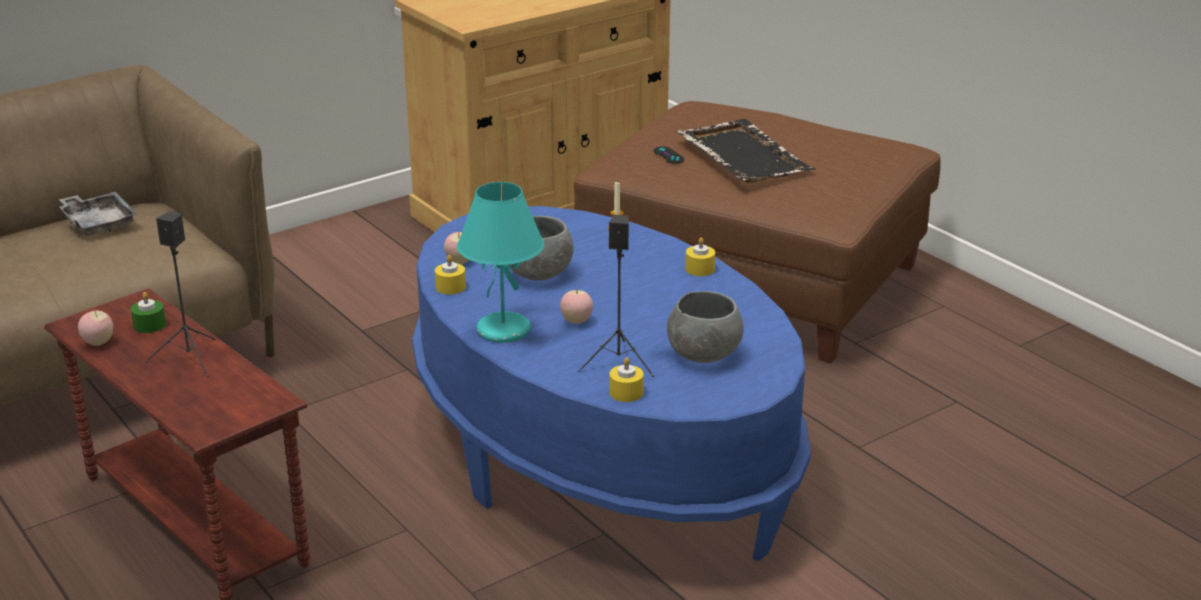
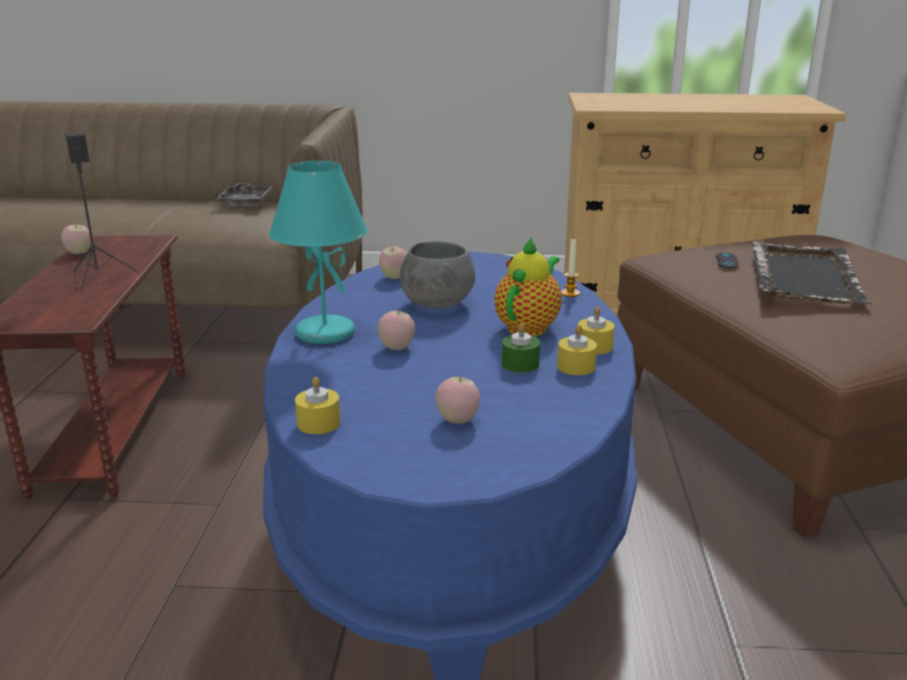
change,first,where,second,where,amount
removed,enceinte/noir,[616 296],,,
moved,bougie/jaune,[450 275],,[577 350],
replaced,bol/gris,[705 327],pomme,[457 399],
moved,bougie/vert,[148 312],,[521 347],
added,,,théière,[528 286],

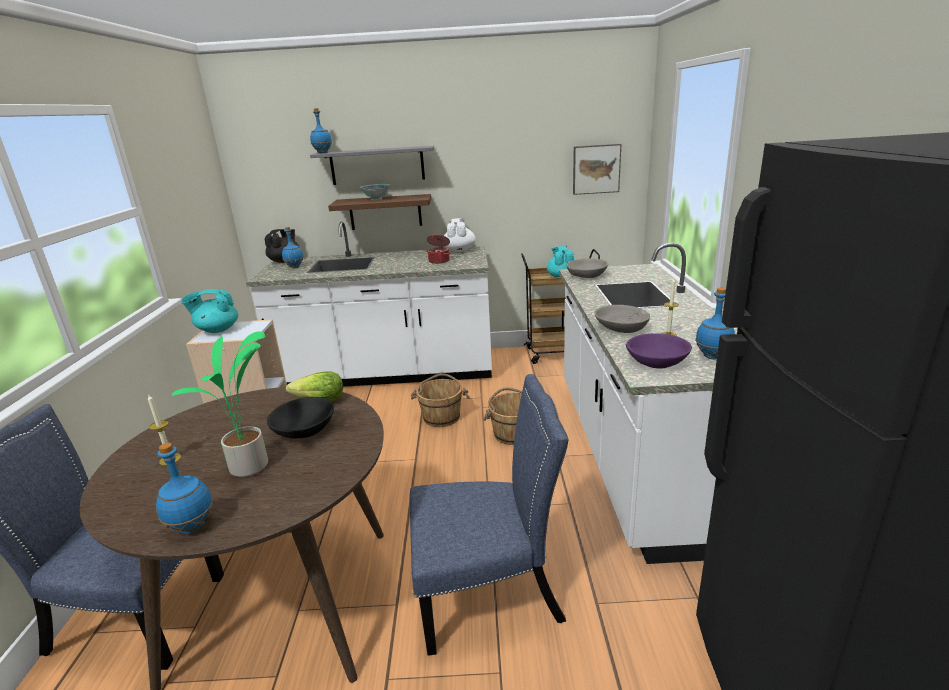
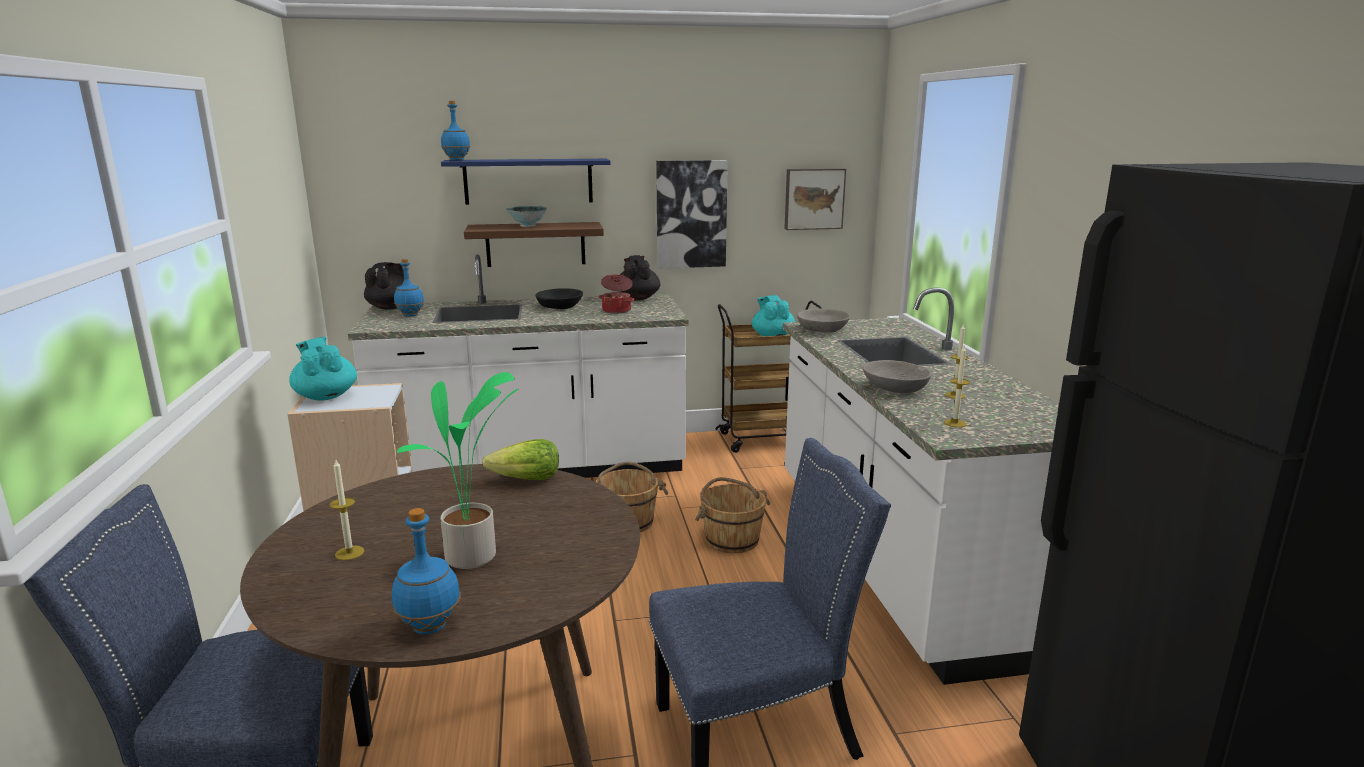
change,first,where,second,where,amount
recoloured,étagère/gris,[372 165],étagère/bleu,[525 182],
recoloured,théière/blanc,[460 235],théière/noir,[640 277],
removed,bouteille/bleu,[715 323],,,
turned,théière/turquoise,[209 311],,[323 369],75 degrees clockwise
replaced,bol/violet,[659 350],bougie,[957 386],
moved,bol/noir,[300 418],,[559 298],
added,,,tableau,[692 214],

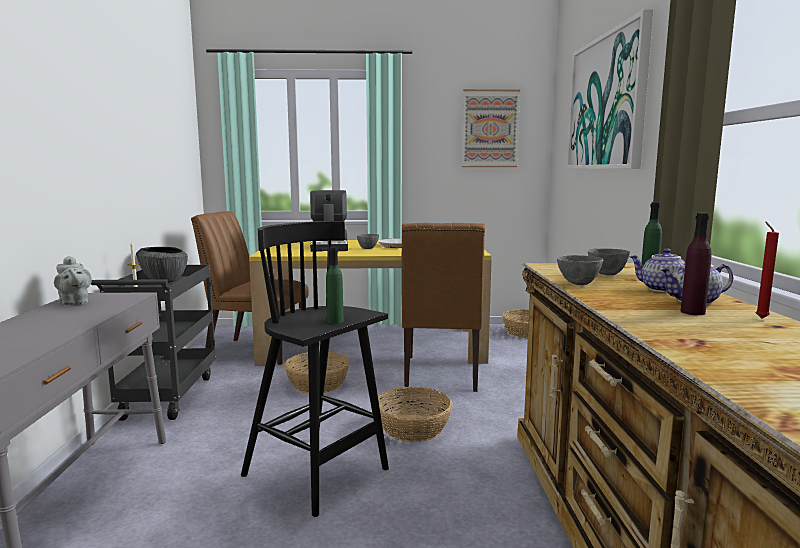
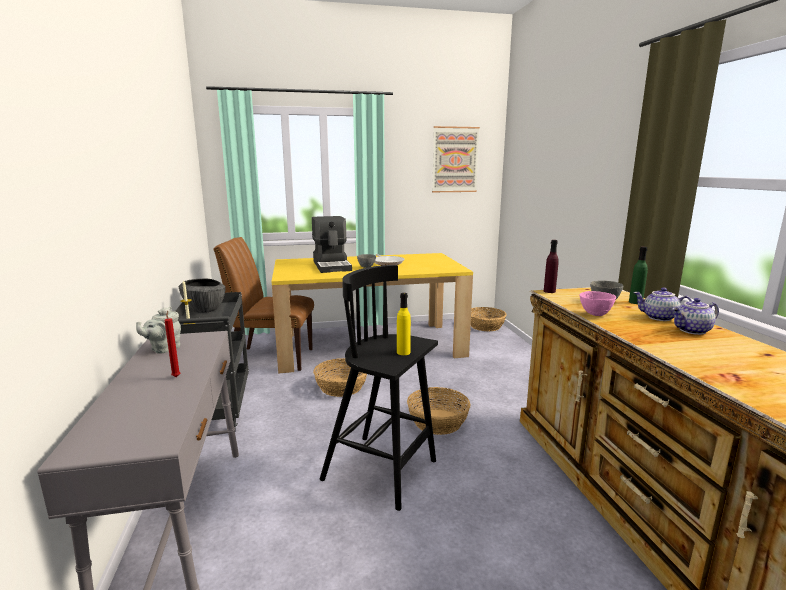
change,first,where,second,where,amount
removed,tableau,[610 89],,,
moved,bouteille/violet,[696 264],,[551 266],
moved,bougie/rouge,[767 270],,[172 344],
removed,chaise/marron,[443 307],,,
recoloured,bouteille/vert,[335 285],bouteille/jaune,[404 324],
recoloured,bol/gris,[580 270],bol/rose,[597 303],
turned,théière/gris,[73 280],,[158 330],75 degrees clockwise

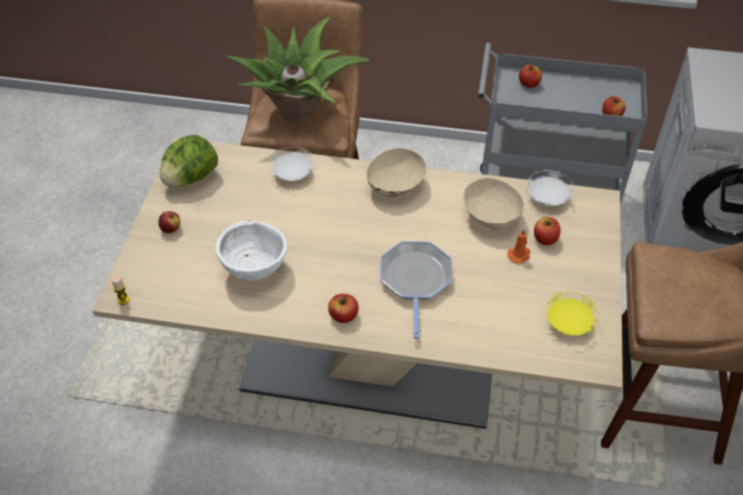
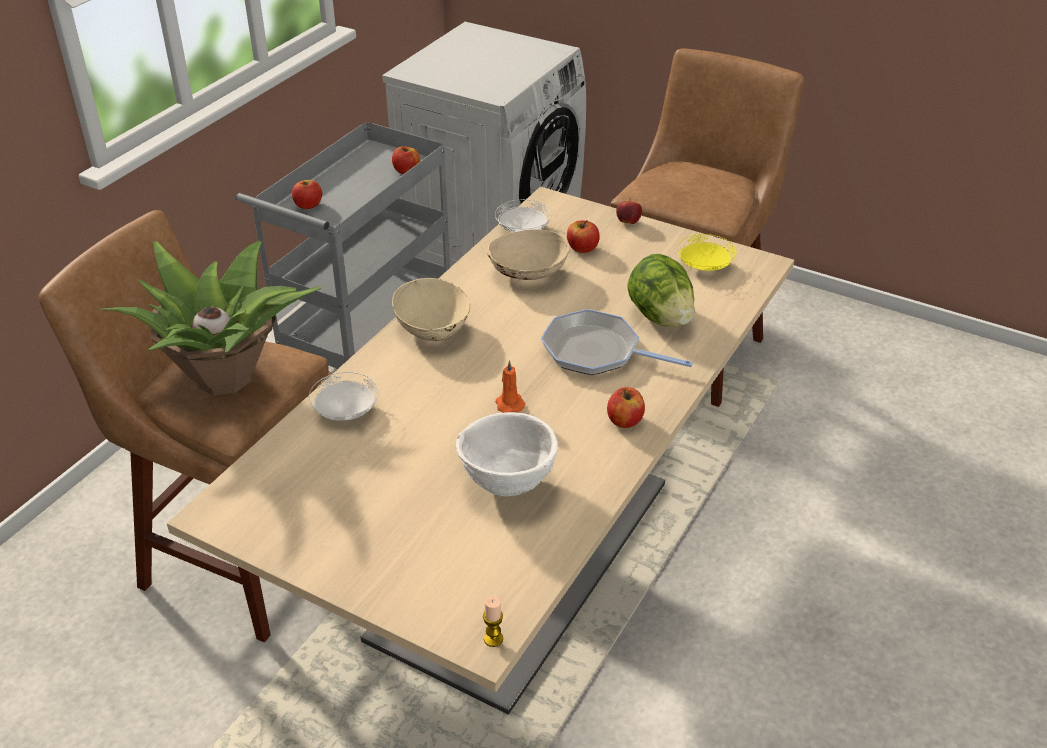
change,first,where,second,where,amount
moved,laitue,[189 161],,[661 290],
moved,pomme,[170 222],,[629 211],
moved,bougie/orange,[518 246],,[510 386],

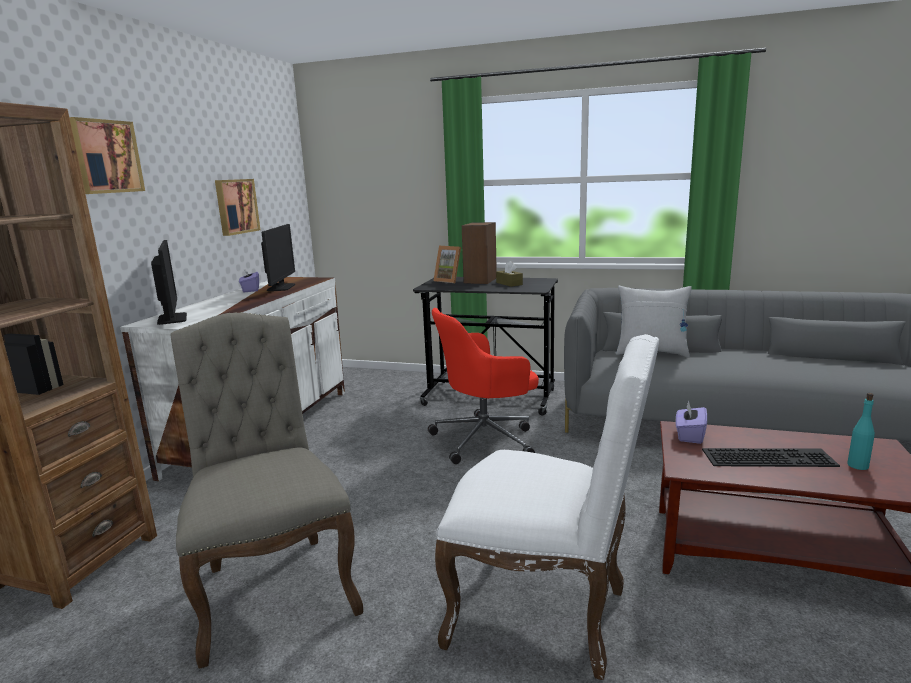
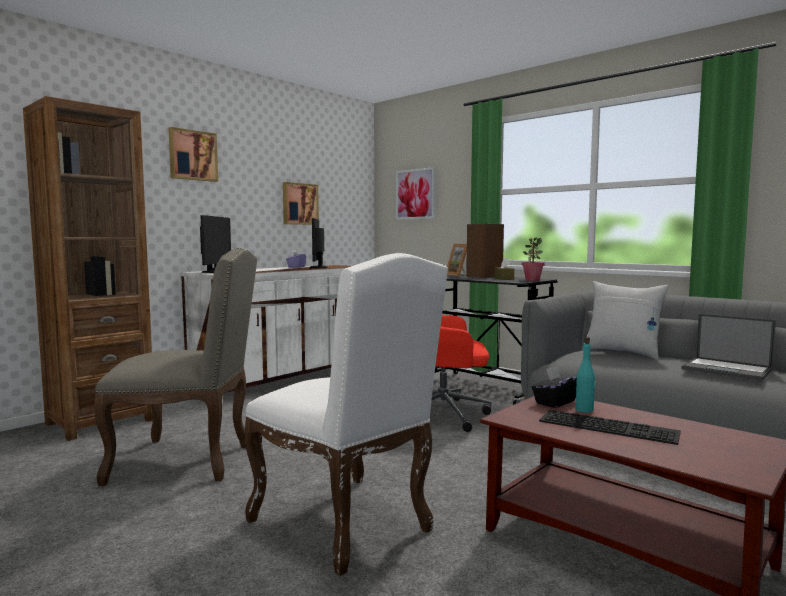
change,first,where,second,where,amount
turned,écran d'ordinateur,[278 257],,[318 243],150 degrees clockwise
turned,chaise/gris,[267 490],,[175 367],90 degrees clockwise
moved,bouteille/turquoise,[861 431],,[586 375],
recoloured,boîte à mouchoirs/violet,[691 422],boîte à mouchoirs/noir,[554 387],
added,,,tableau,[415 193],
added,,,plante en pot,[533 259],
added,,,ordinateur portable,[729 347],

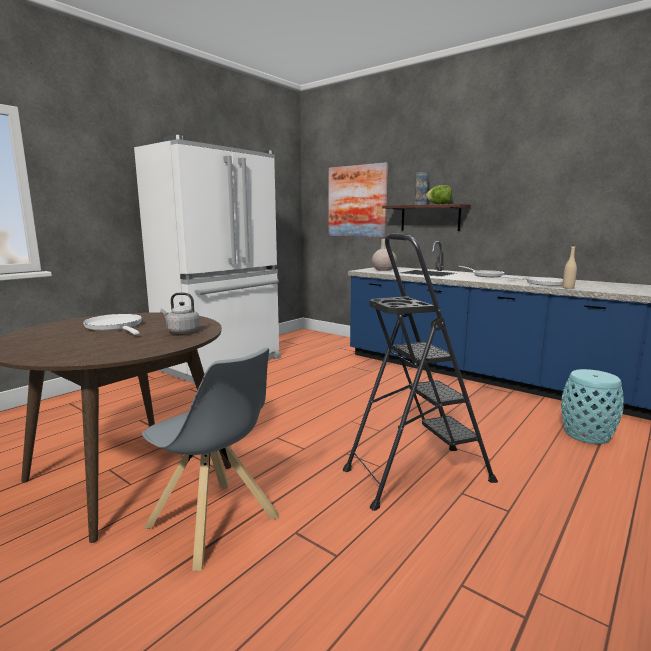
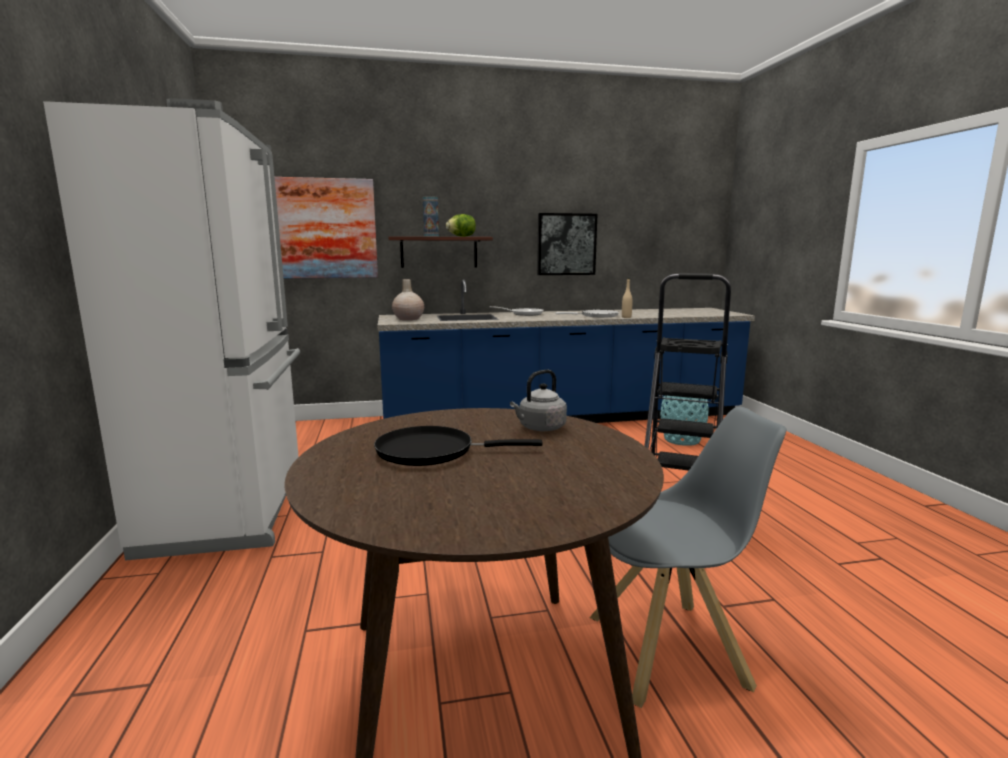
change,first,where,second,where,amount
recoloured,poêle/blanc,[112 324],poêle/noir,[458 446],
added,,,tableau,[567 244],

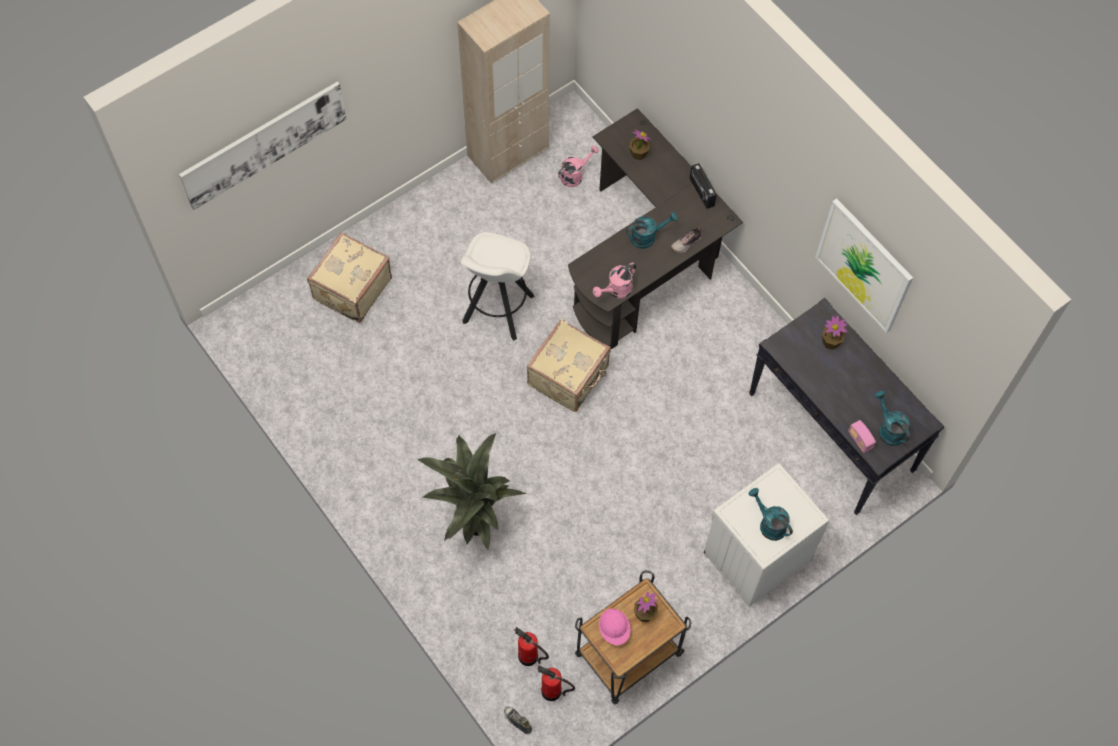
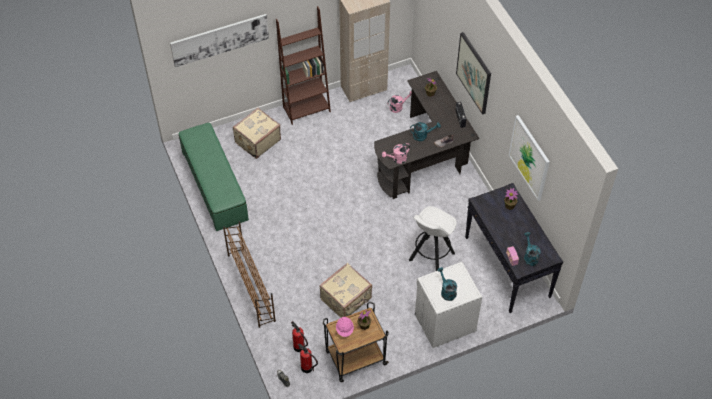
change,first,where,second,where,amount
moved,tabouret/blanc,[497 286],,[433 238],
moved,valise/beige,[568 365],,[345 290],
removed,plante en pot,[472 491],,,
added,,,bibliothèque/marron,[303 65],
added,,,tableau,[473 73],
added,,,banc/vert,[213 177],
added,,,étagère à chaussures/marron,[249 274],

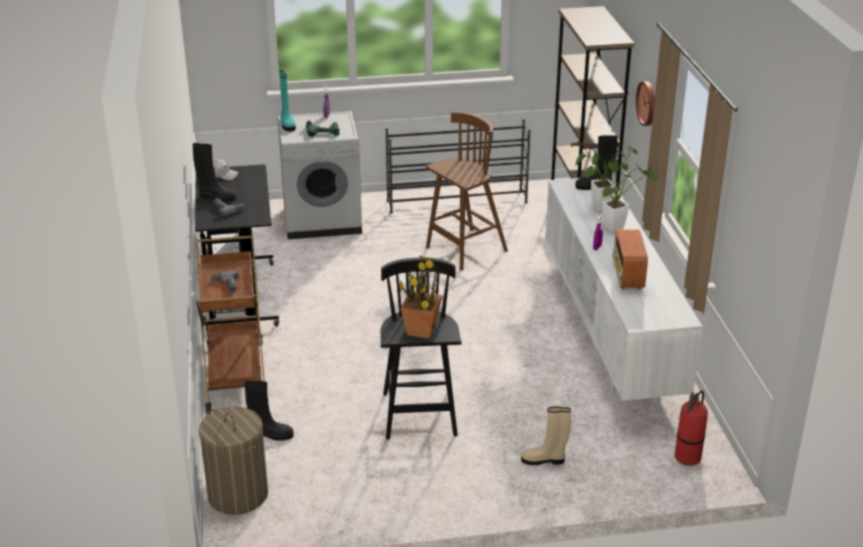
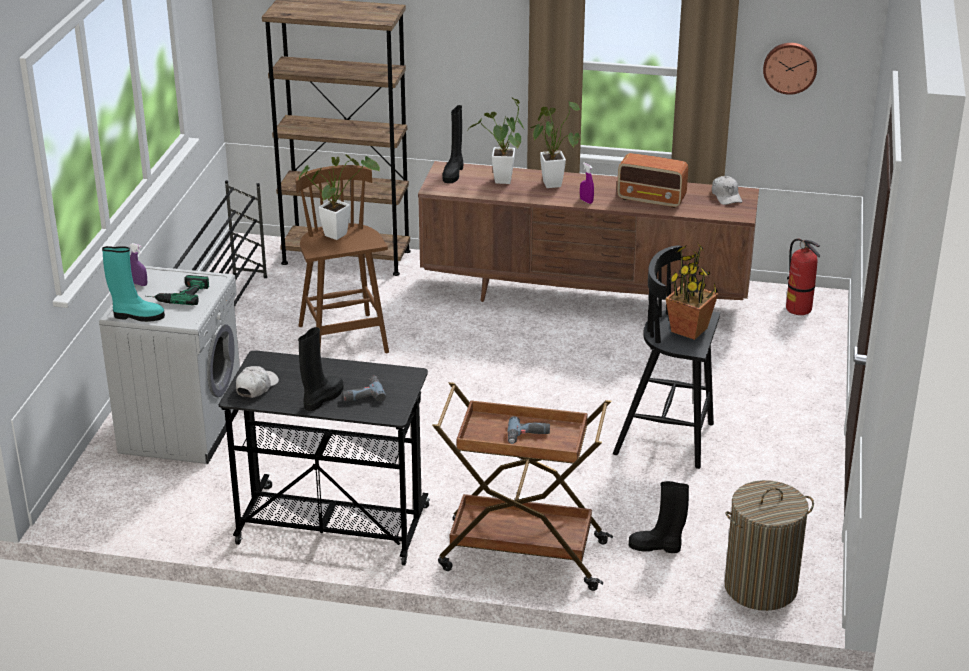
change,first,where,second,where,amount
moved,horloge murale,[645 103],,[790 69],
recoloured,meuble de rangement/blanc,[624 289],meuble de rangement/marron,[588 231],
turned,botte/noir,[269 410],,[659 517],105 degrees counterclockwise
removed,botte/beige,[546 435],,,
added,,,plante en pot,[339 197],
added,,,casquette/blanc,[727 190],

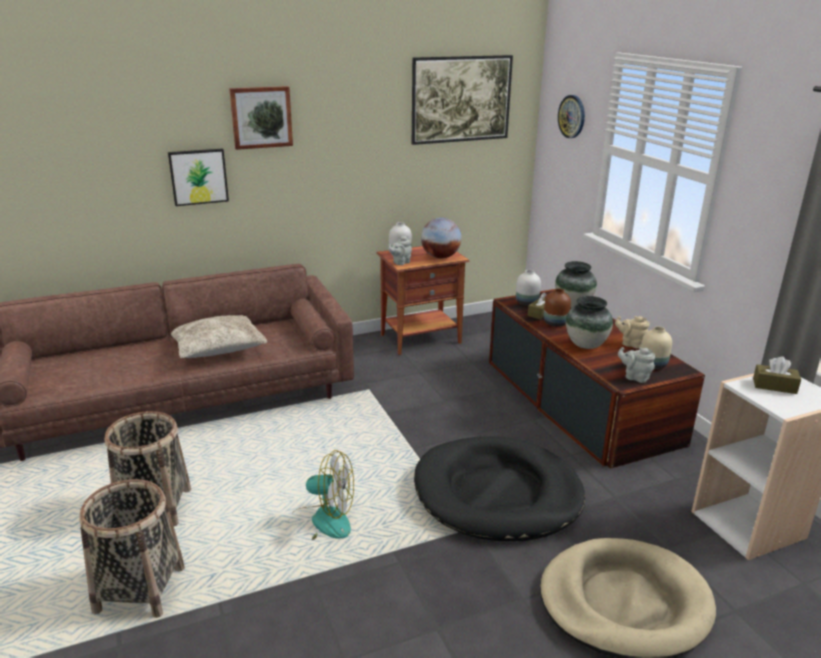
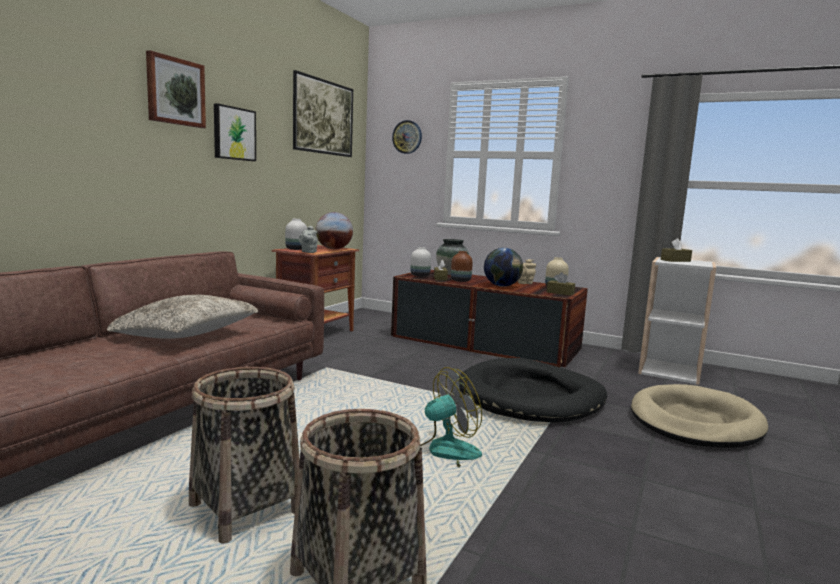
change,first,where,second,where,amount
moved,tableau,[198 177],,[235 132],
replaced,vase,[589 322],globe,[503 267],
replaced,théière/gris,[636 365],boîte à mouchoirs/marron,[561 284],

